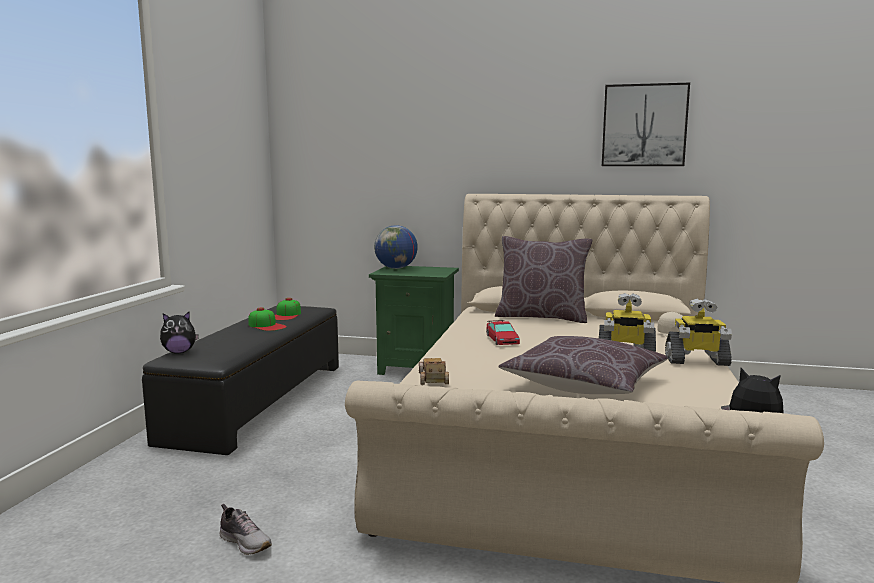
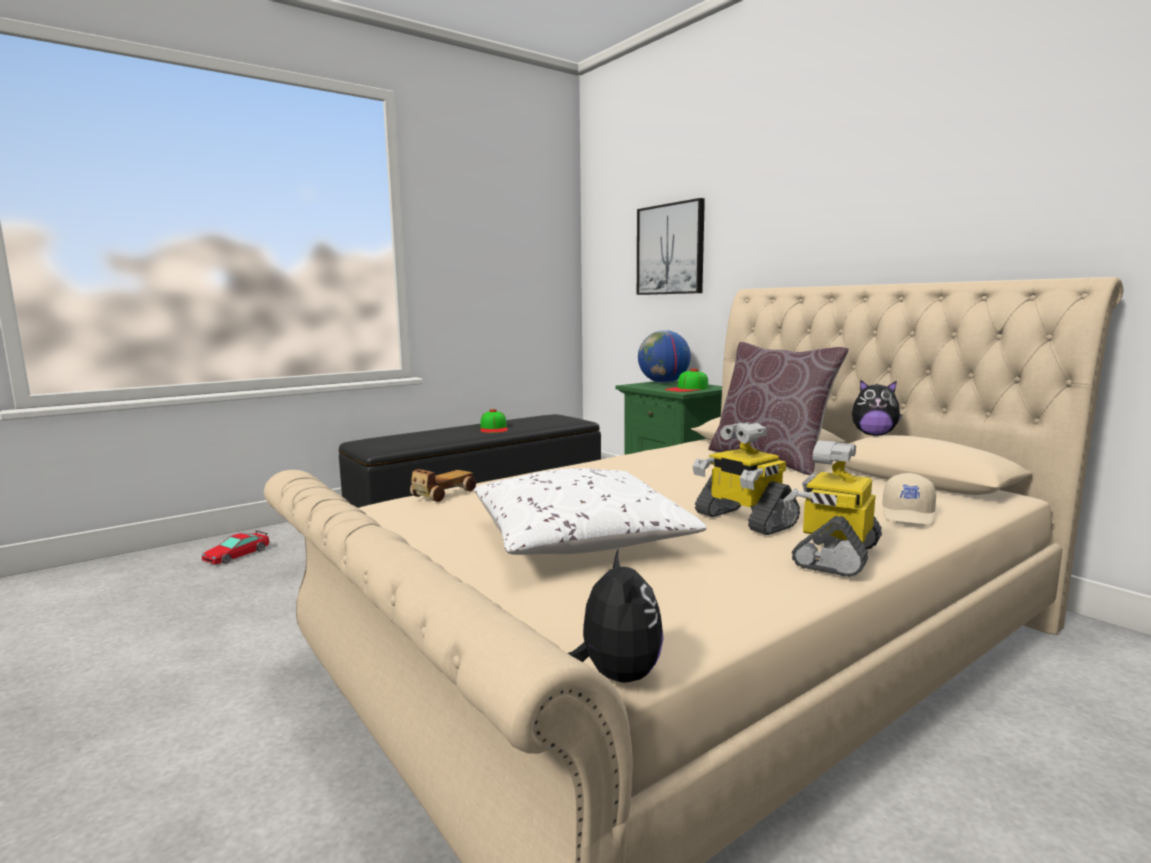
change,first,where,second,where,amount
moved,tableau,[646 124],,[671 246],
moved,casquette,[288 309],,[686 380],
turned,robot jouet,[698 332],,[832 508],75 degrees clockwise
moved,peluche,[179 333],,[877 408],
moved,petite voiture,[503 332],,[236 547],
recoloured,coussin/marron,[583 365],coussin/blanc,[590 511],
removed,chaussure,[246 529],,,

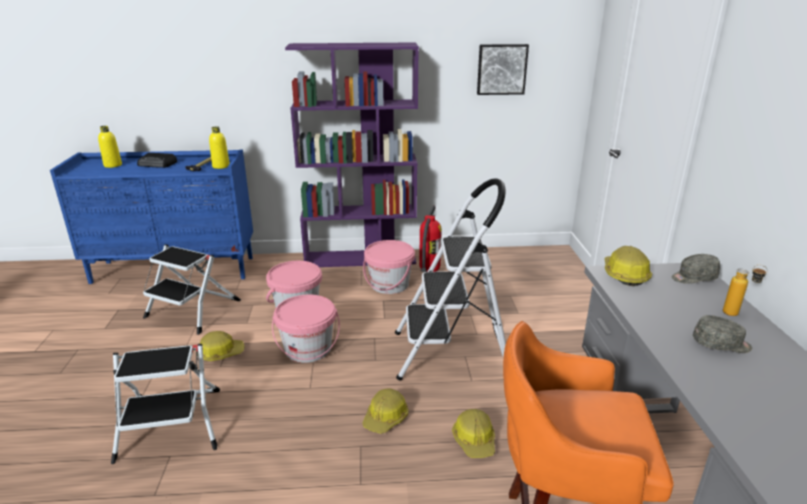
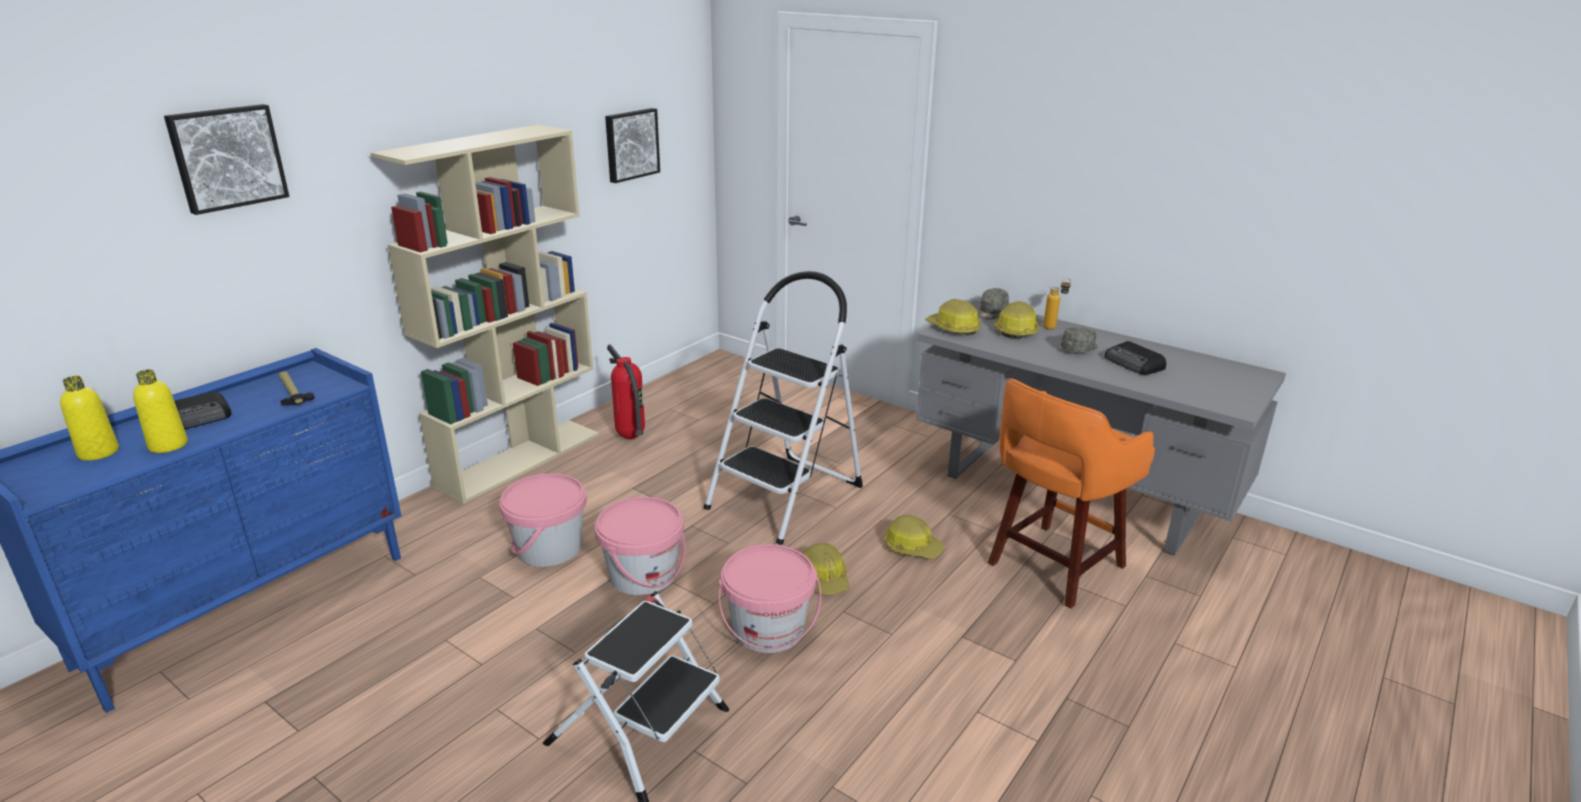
change,first,where,second,where,amount
recoloured,bibliothèque/violet,[352 155],bibliothèque/beige,[485 314],
moved,bouteille/jaune,[219 147],,[160 411],
moved,seau/rose,[389 267],,[769 598],
removed,escabeau,[192 289],,,
moved,casque de chantier,[222 346],,[1016 320],
added,,,tableau,[226 159],
added,,,radio,[1135 358],

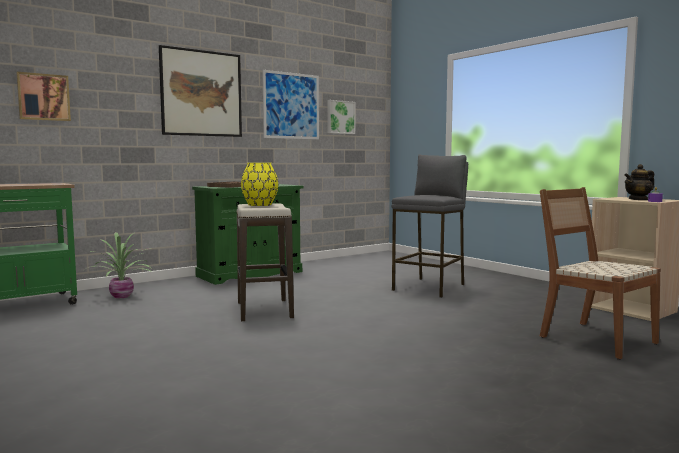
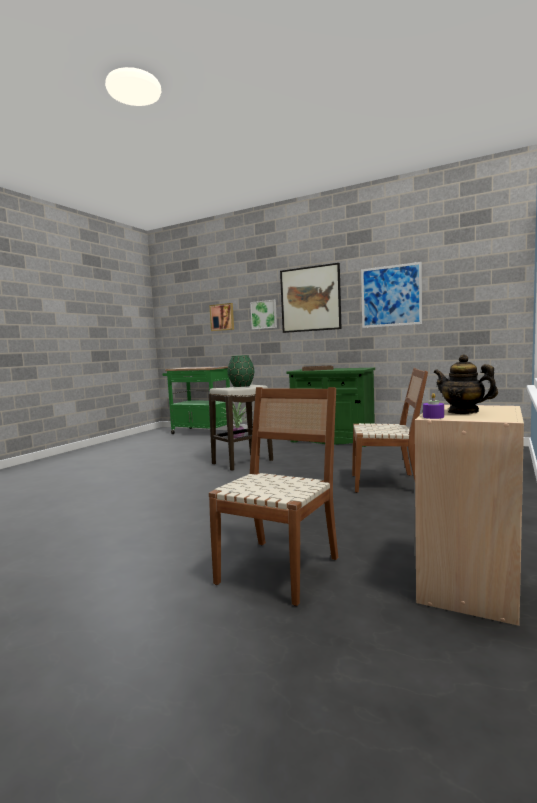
change,first,where,second,where,amount
moved,tableau,[341 117],,[263 314],
replaced,tabouret/gris,[430 226],chaise,[390 430],
recoloured,vase/jaune,[259 184],vase/vert,[240 371],

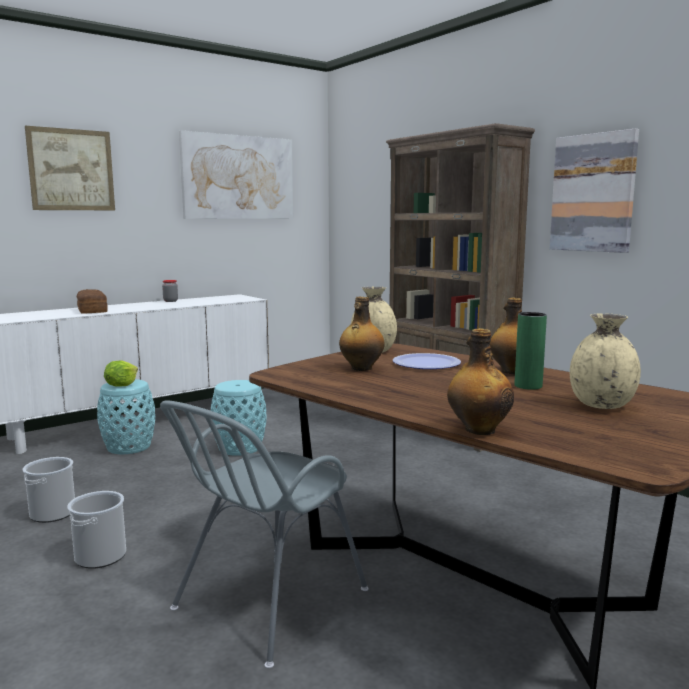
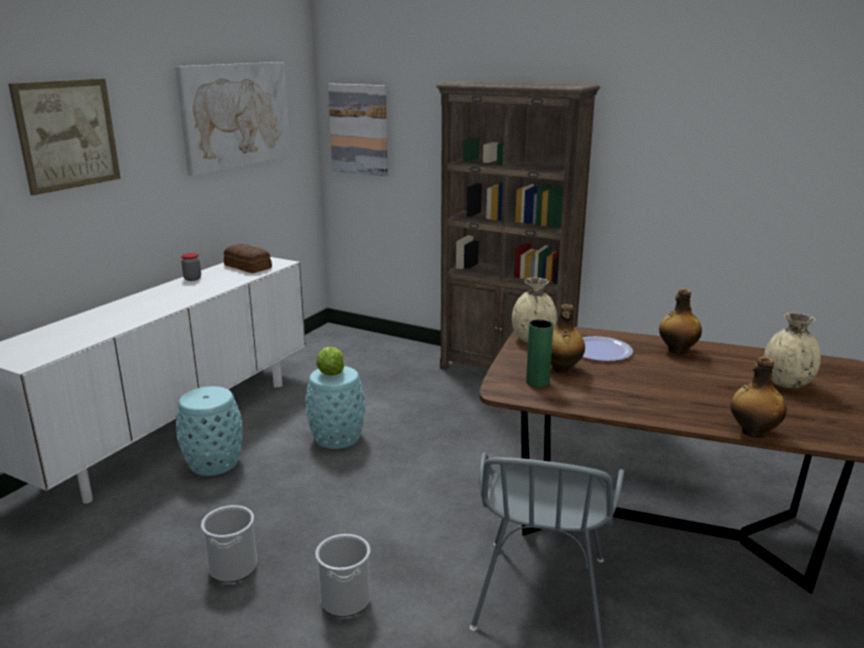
change,first,where,second,where,amount
moved,tableau,[594 191],,[358 130],
moved,pain,[92 301],,[248 258],
moved,vase/vert,[531 351],,[539 353],
moved,laitue,[121 373],,[330 361],

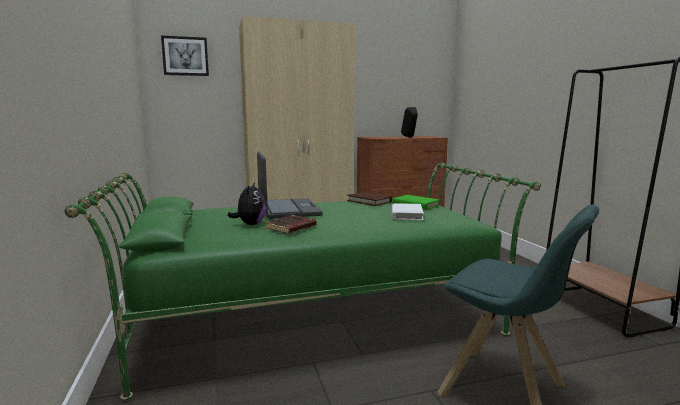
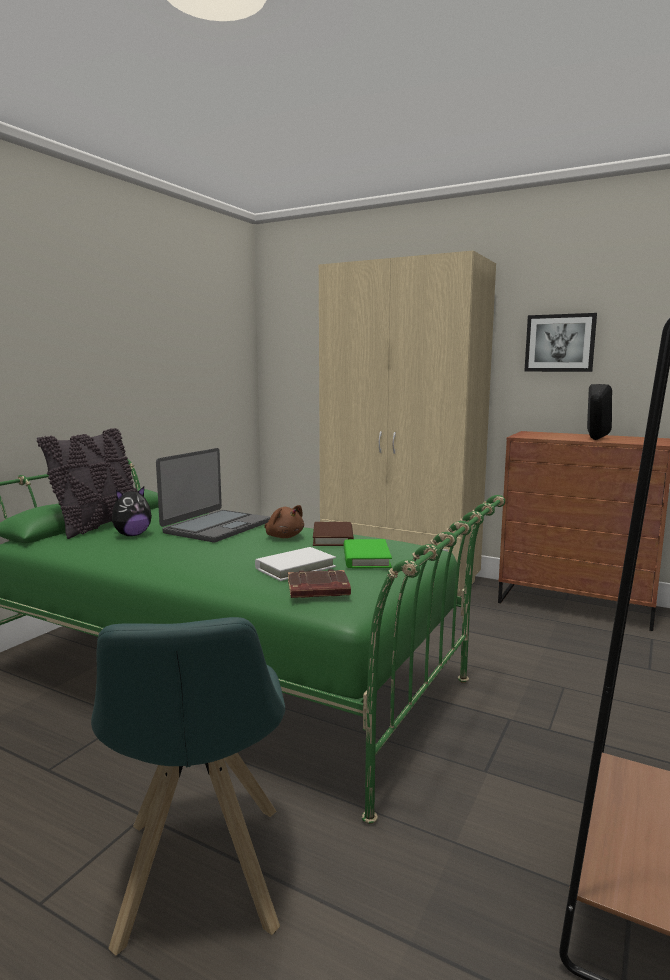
change,first,where,second,where,amount
moved,tableau,[185 56],,[560 342],
moved,livre/marron,[290 224],,[319 583],
added,,,coussin/noir,[87 483],
added,,,peluche/marron,[284 521],

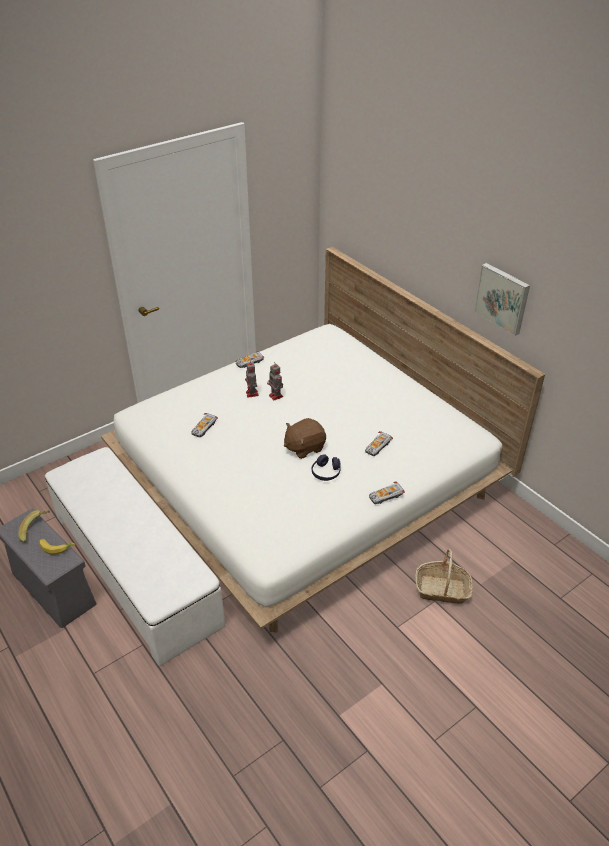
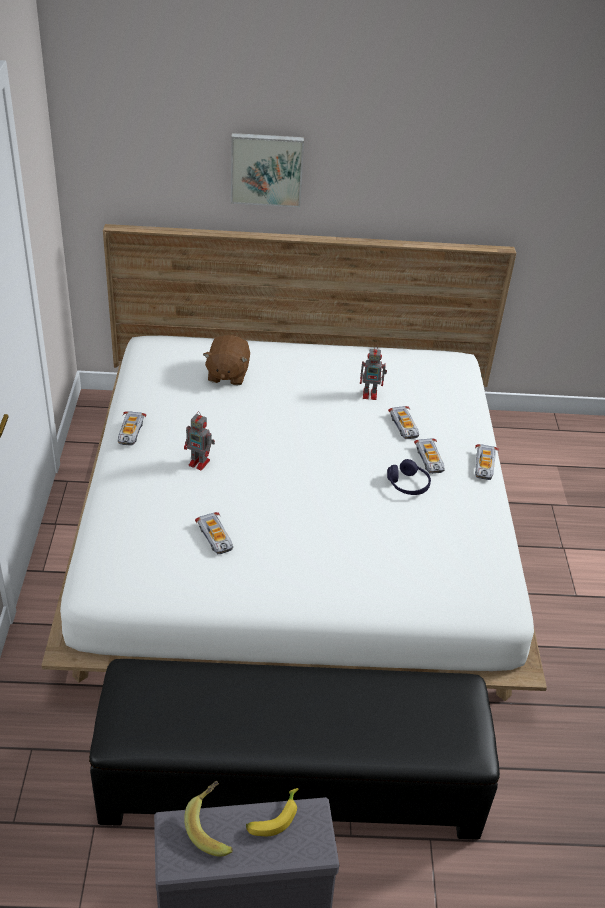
change,first,where,second,where,amount
moved,tableau,[502 299],,[267 170],
moved,robot jouet,[275 382],,[373 373],
moved,peluche/marron,[305 438],,[226 360],
recoloured,banc/blanc,[135 556],banc/noir,[294 749],
removed,panier,[444 576],,,
added,,,petite voiture,[429 456],

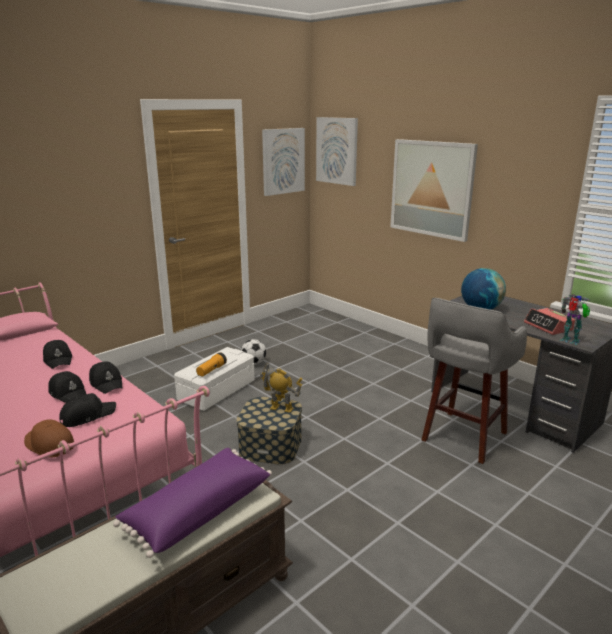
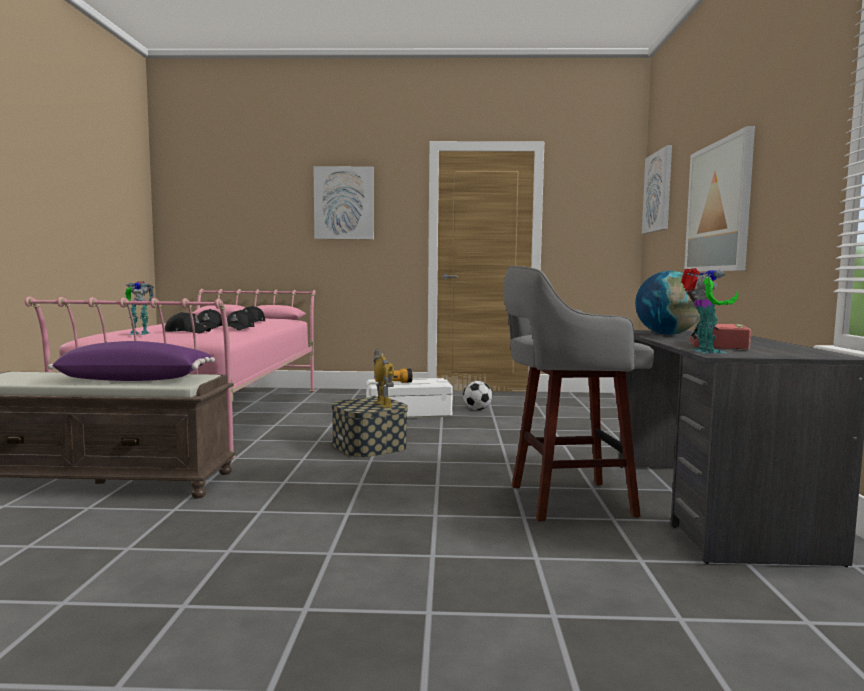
change,first,where,second,where,amount
moved,tableau,[283 162],,[344 202],
replaced,casquette/marron,[49 439],robot jouet,[139 308],

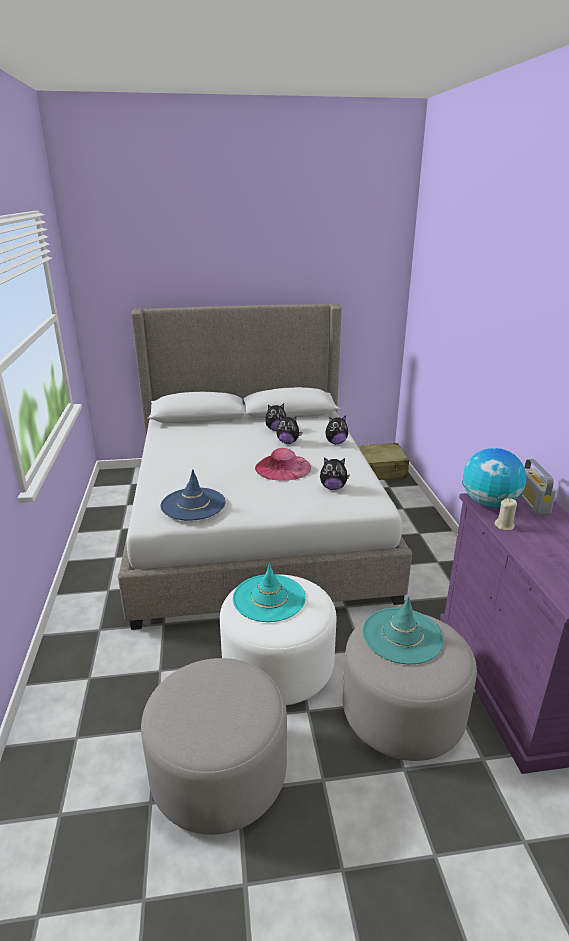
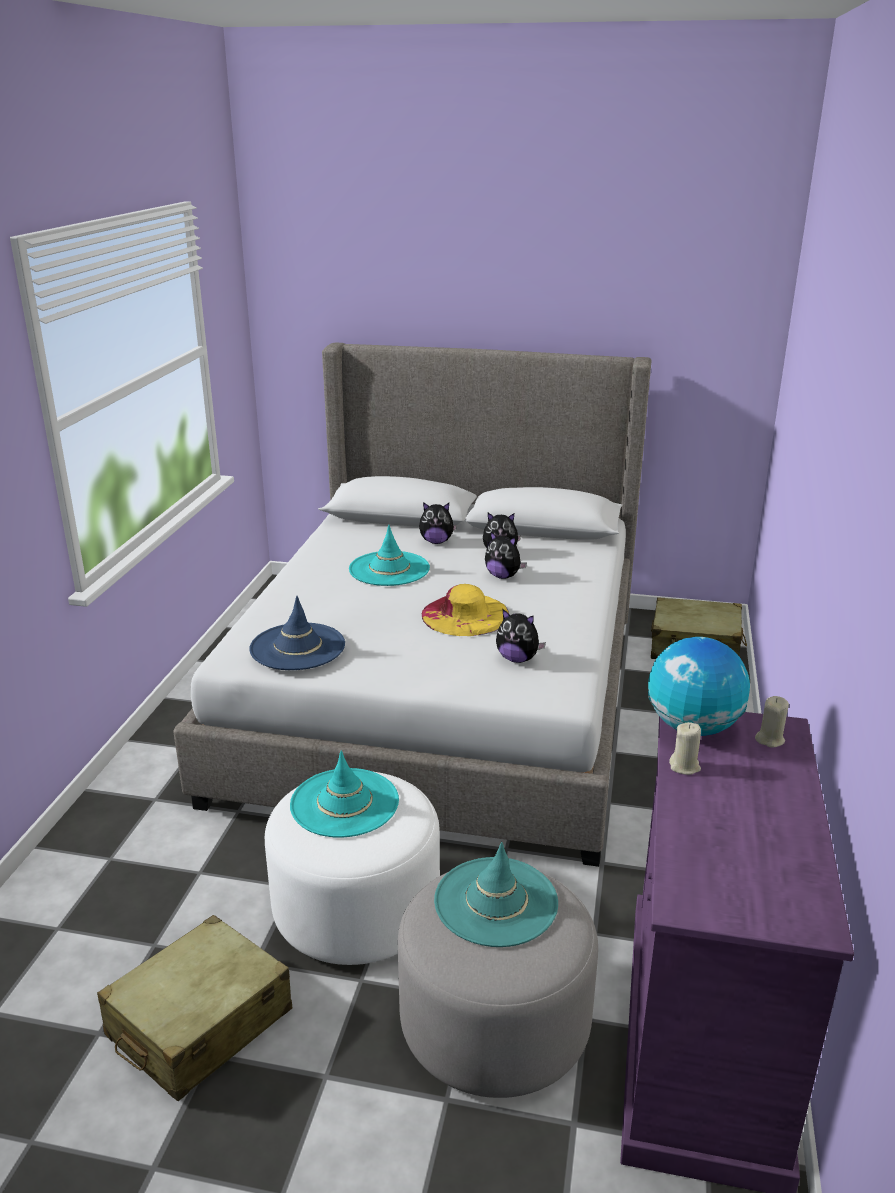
change,first,where,second,where,amount
moved,peluche,[336 430],,[438 523],
recoloured,chapeau/rose,[283 464],chapeau/jaune,[465 610],
replaced,radio,[538 486],bougie/beige,[772 722],
replaced,pouf/gris,[214 746],valise/beige,[195 1008],
added,,,chapeau/turquoise,[389 555],

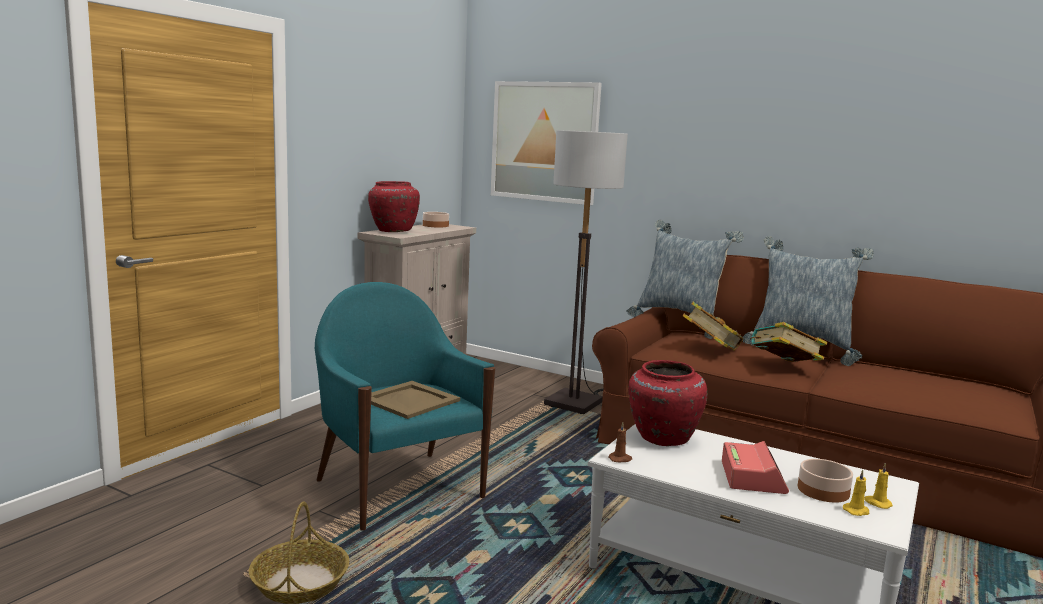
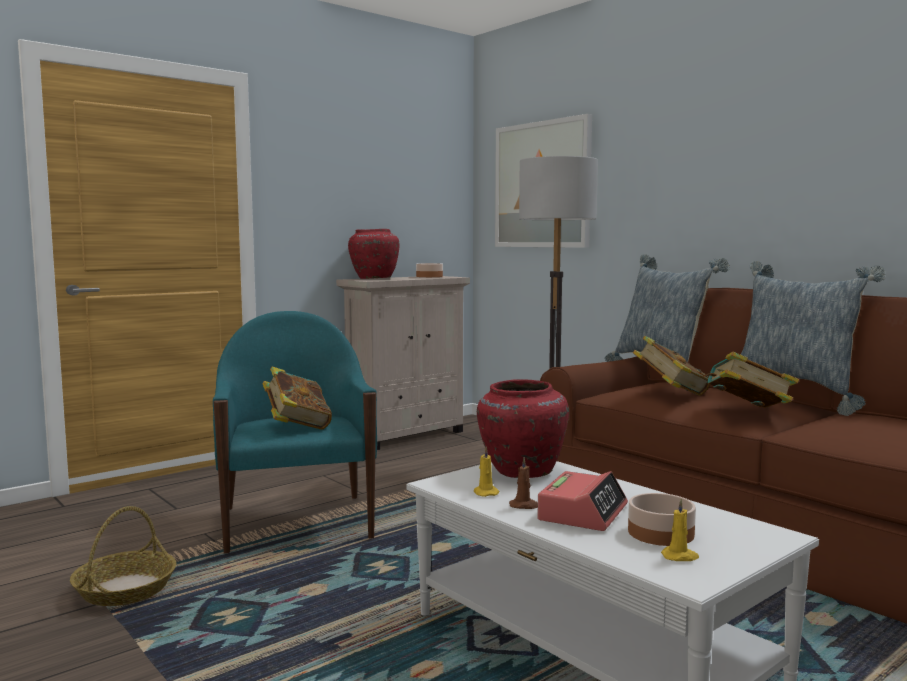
change,first,where,second,where,amount
replaced,plateau/beige,[415 400],livre,[297 398],
moved,bougie/marron,[620 442],,[523 483],
moved,bougie/jaune,[878 486],,[486 472],

